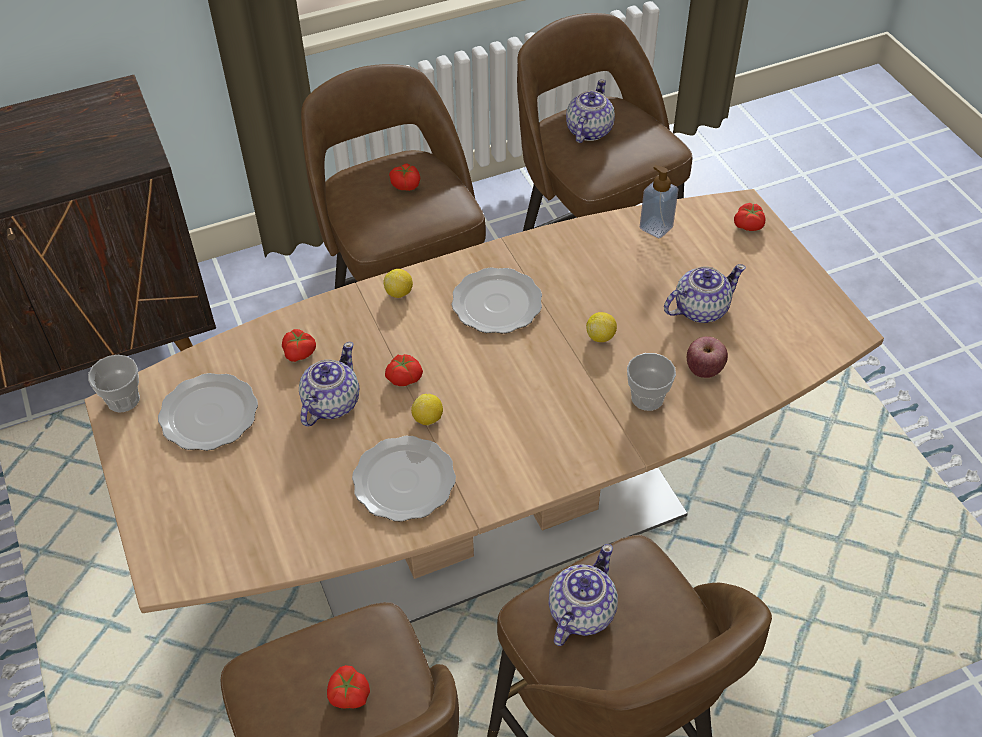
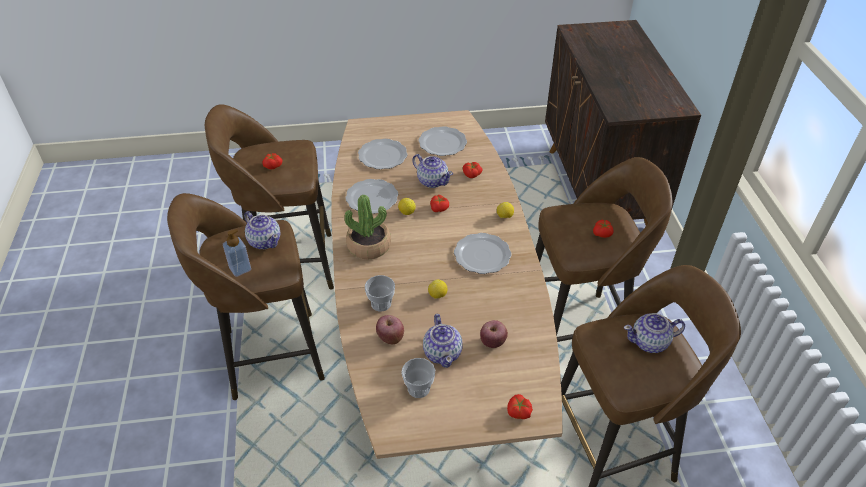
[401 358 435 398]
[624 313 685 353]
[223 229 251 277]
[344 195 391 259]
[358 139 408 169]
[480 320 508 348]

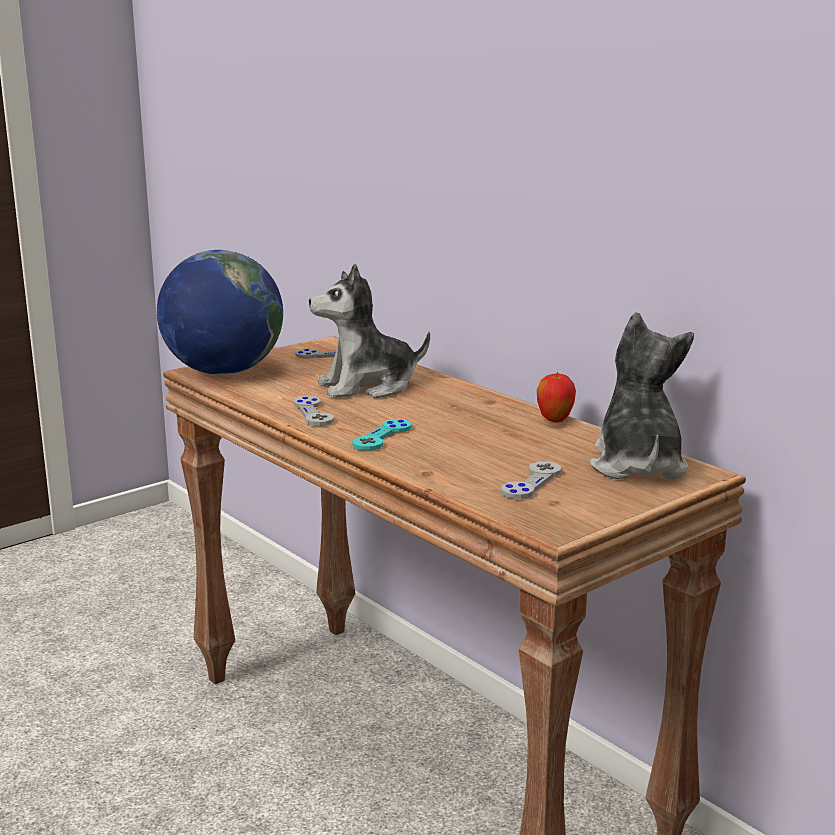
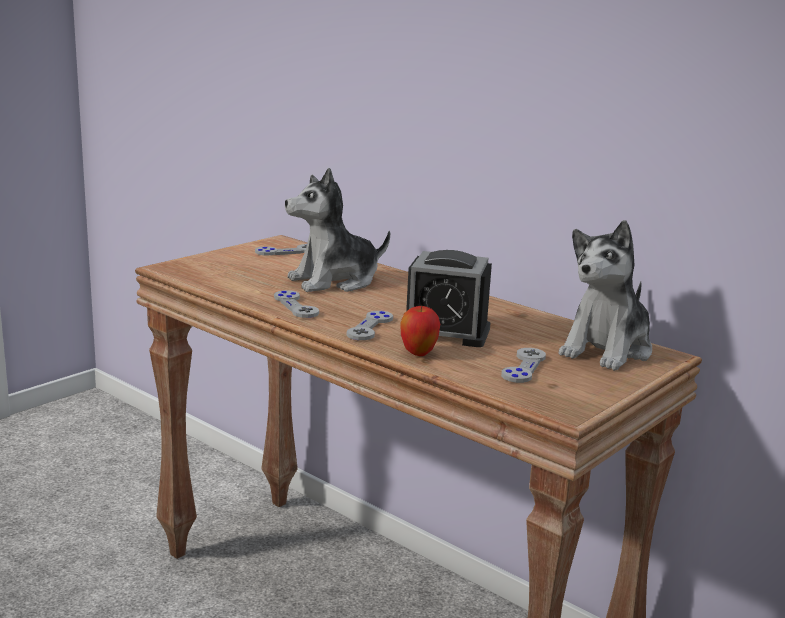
[157 250 283 375] (first image)
[347 311 393 340]
[400 305 440 356]
[558 220 652 371]
[406 250 492 347]

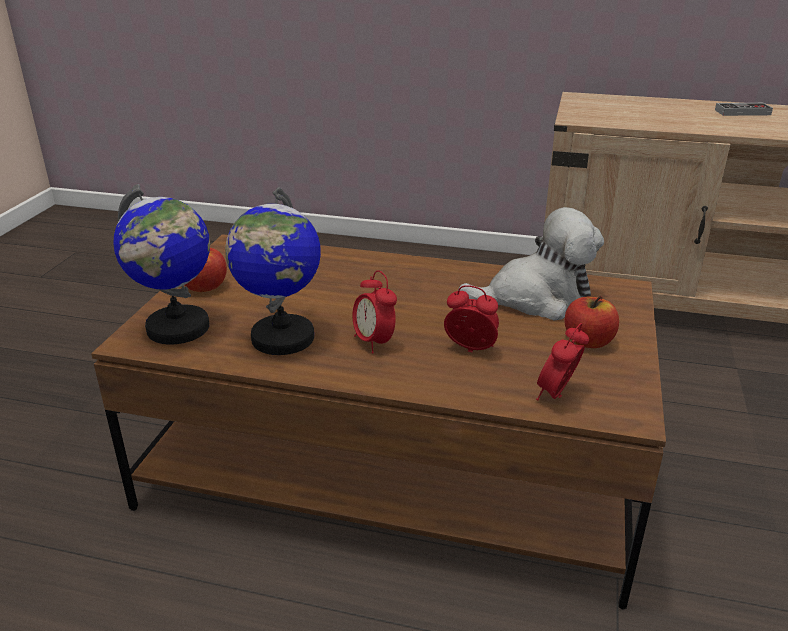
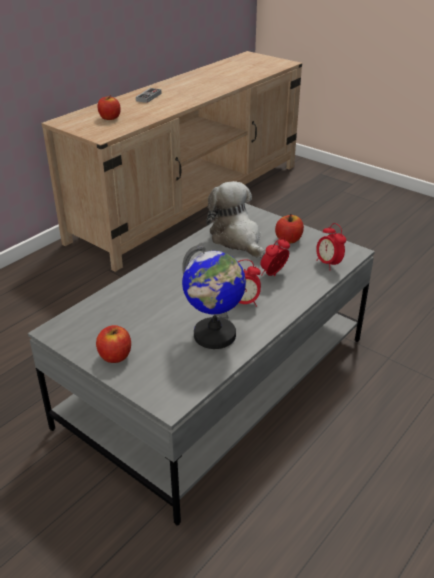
[28 203 375 525]
[113 184 210 344] (first image)
[206 181 265 258]
[98 95 121 120]

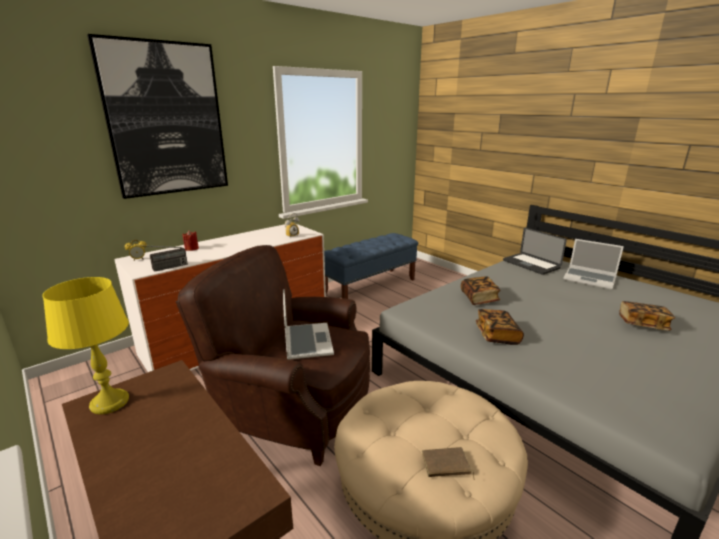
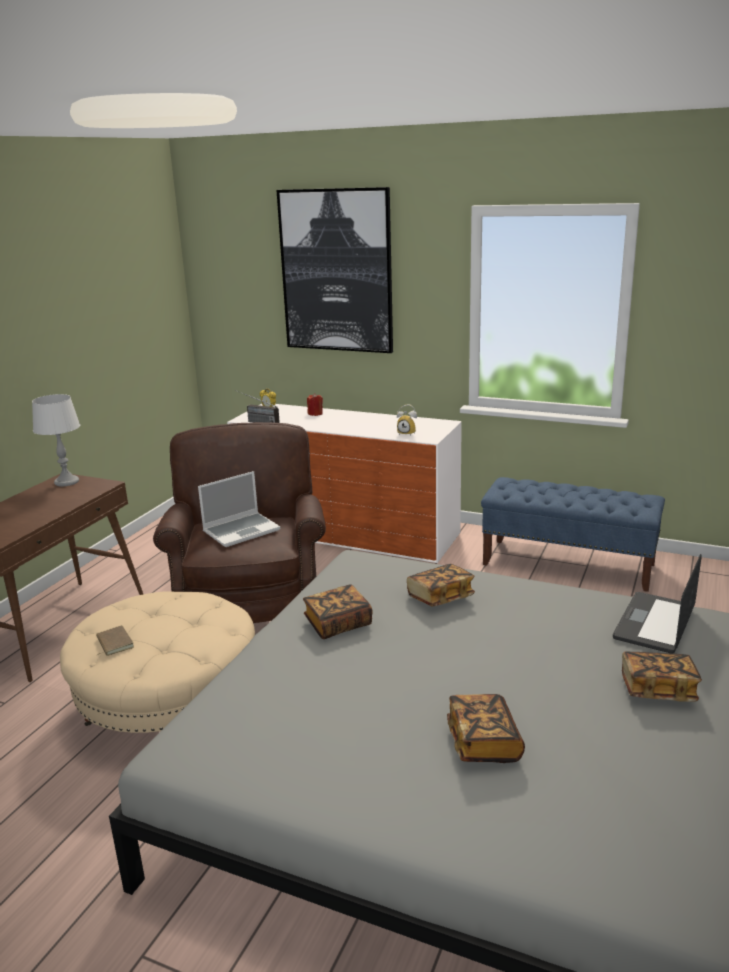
[32 394 80 486]
[622 651 702 702]

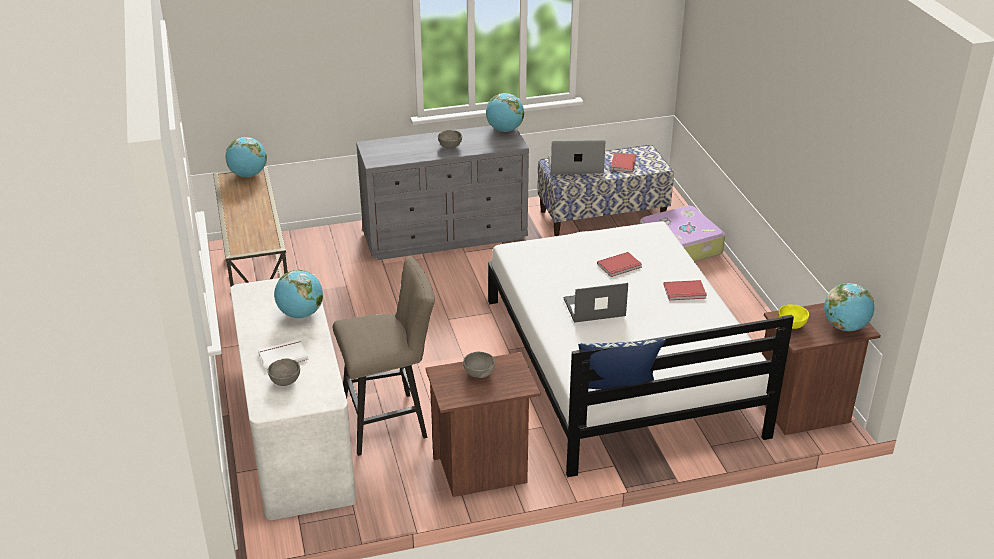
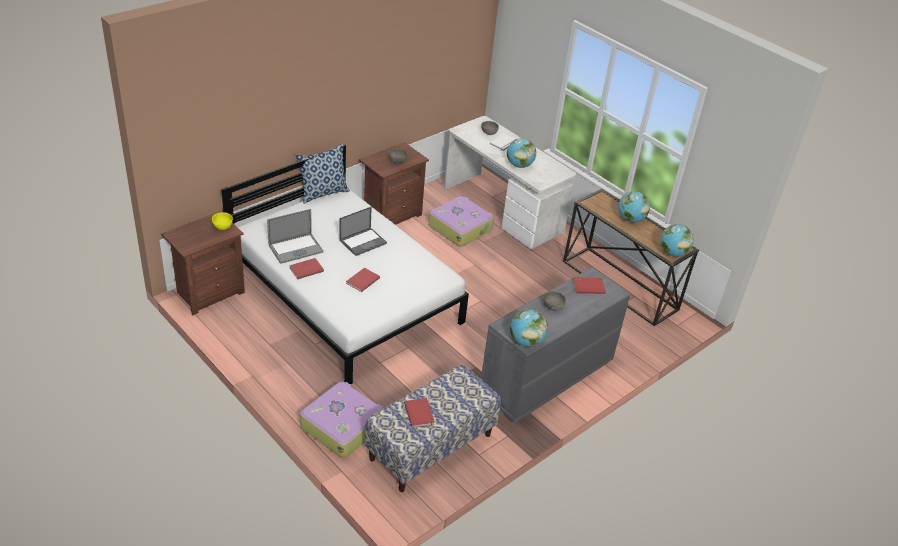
[428 196 494 247]
[267 209 324 264]
[618 191 650 223]
[573 277 606 294]

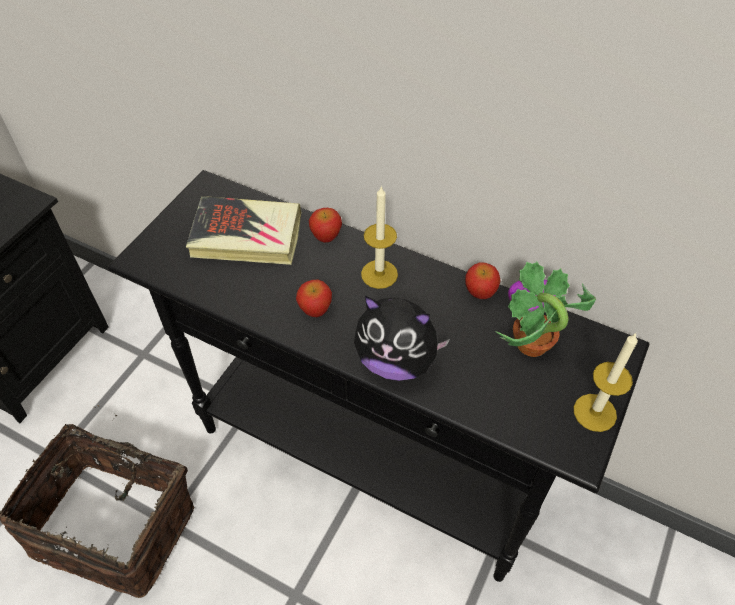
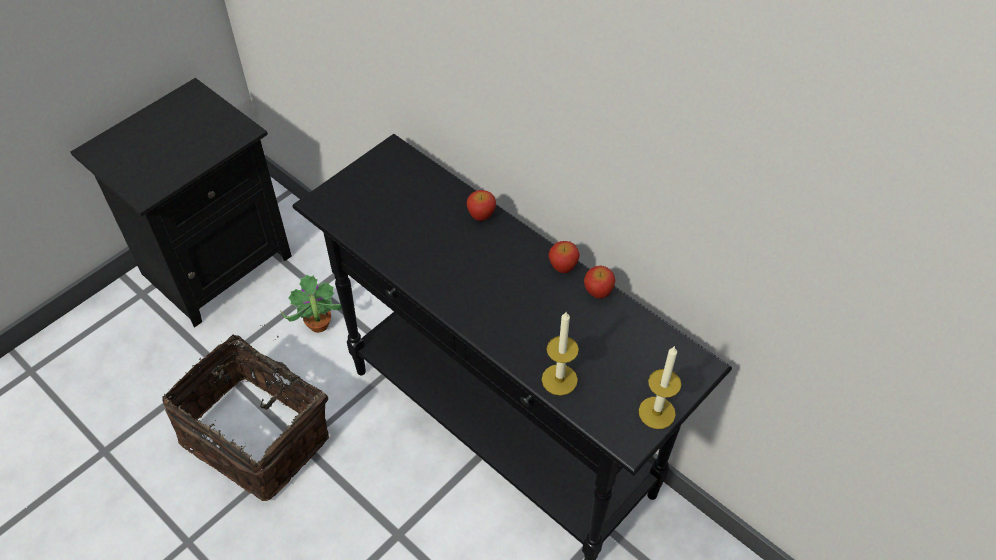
[186 196 302 265] (first image)
[548 241 580 273]
[354 296 450 381] (first image)
[542 312 579 396]
[280 275 342 333]

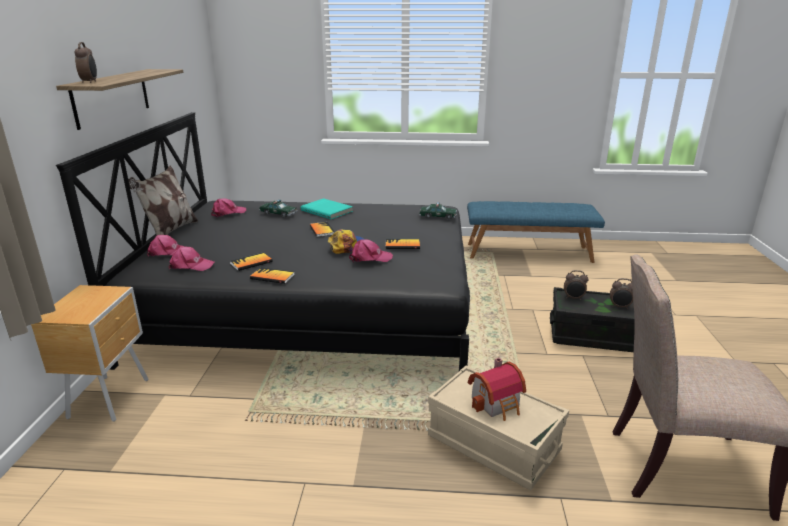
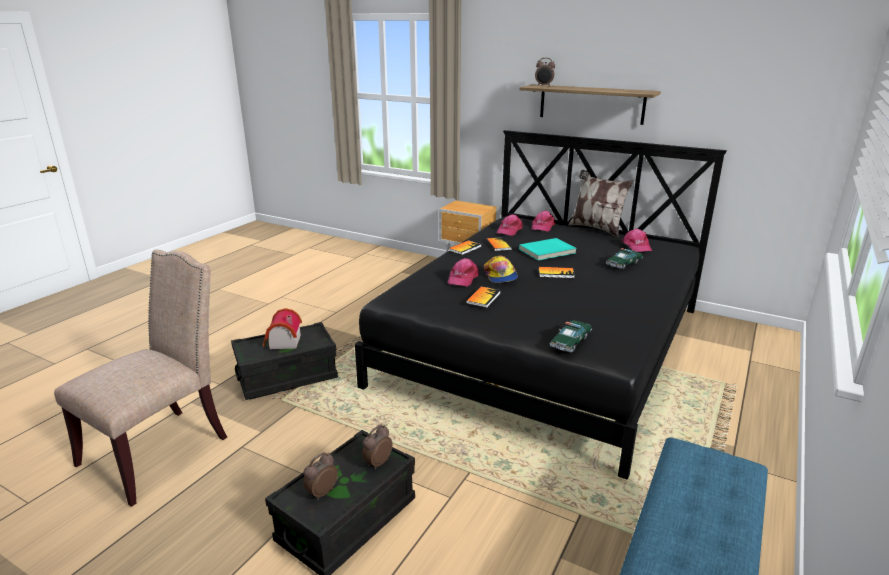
[519 238 577 261]
[231 322 338 400]

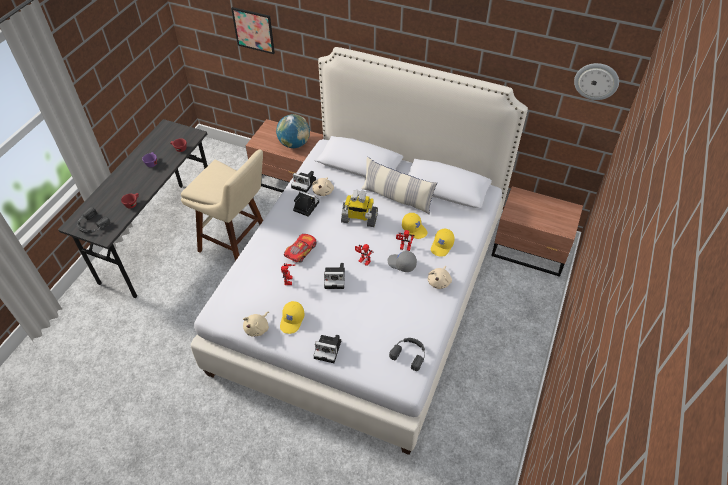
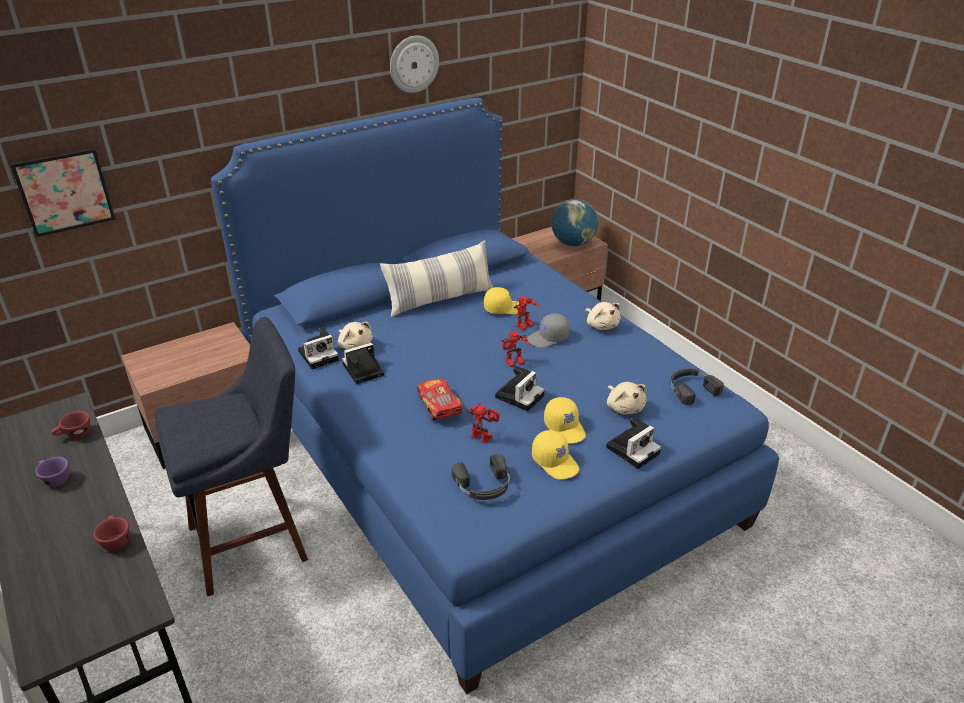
[451 454 510 500]
[154 317 308 597]
[211 98 779 695]
[607 382 647 414]
[552 199 598 246]
[341 190 378 227] (first image)
[544 397 586 444]
[390 35 439 93]

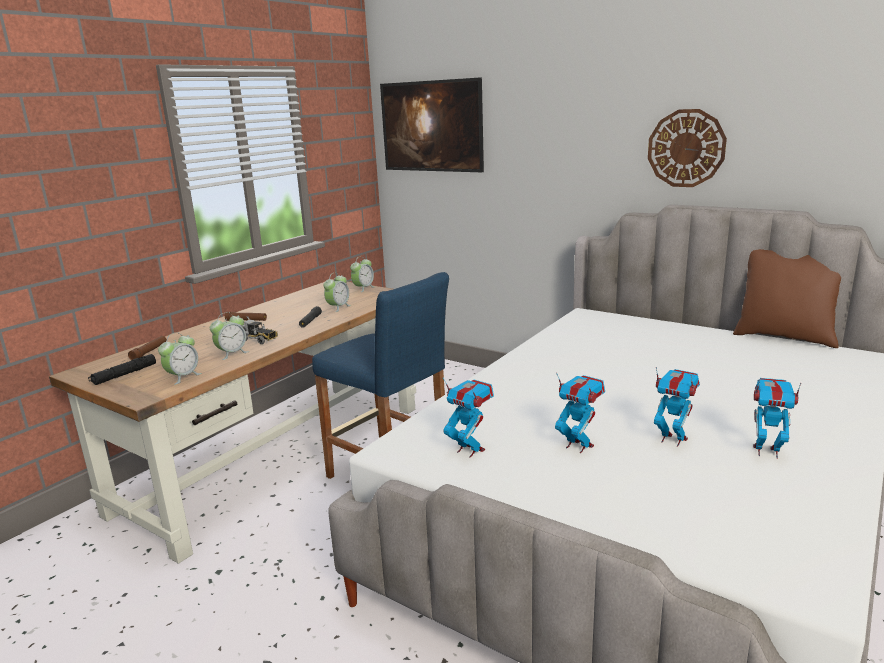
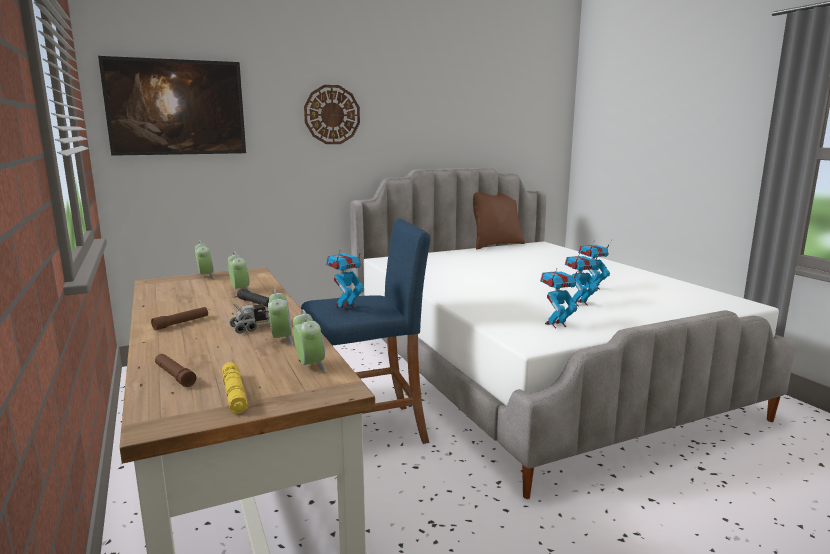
[222 362 248 414]
[304 85 360 144]
[326 248 364 310]

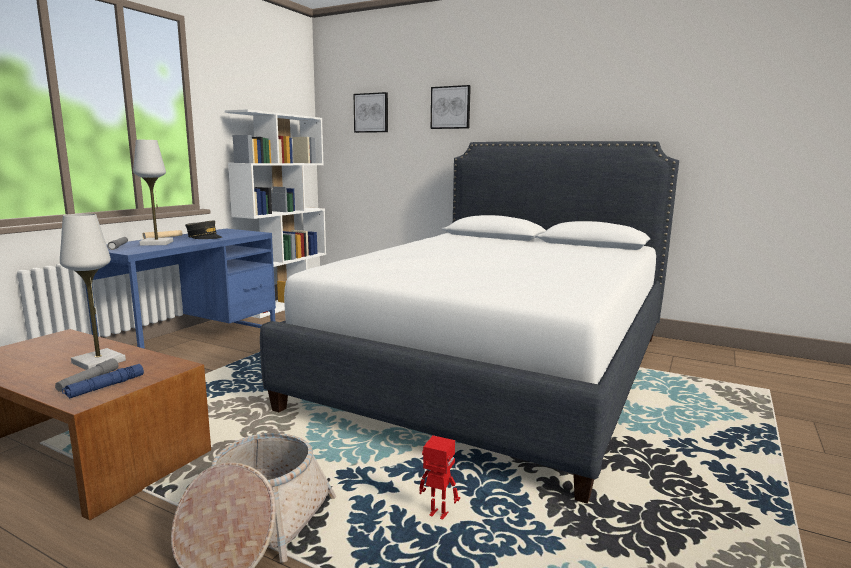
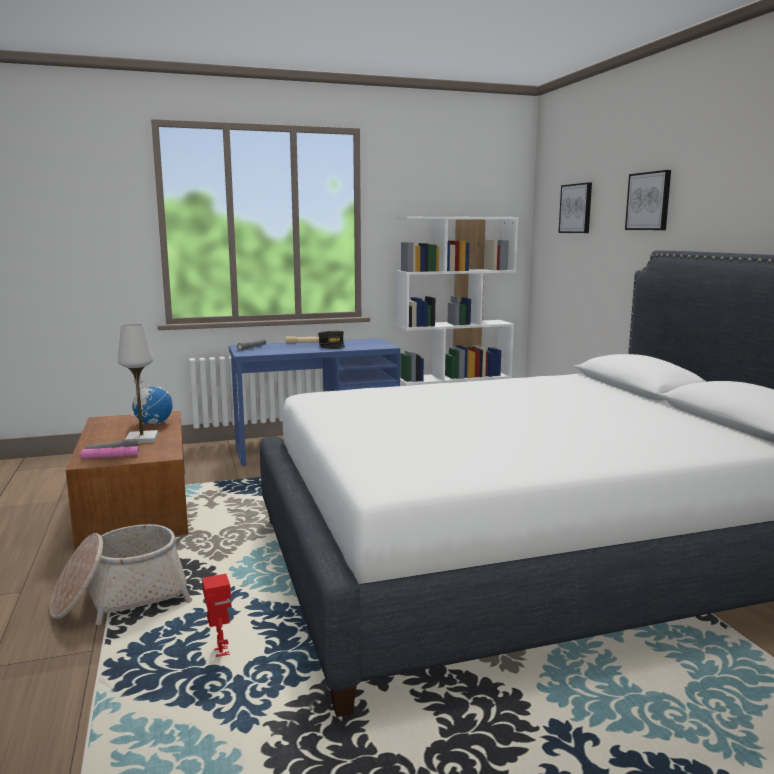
[79 446 139 459]
[133 140 173 246] (first image)
[130 376 173 424]

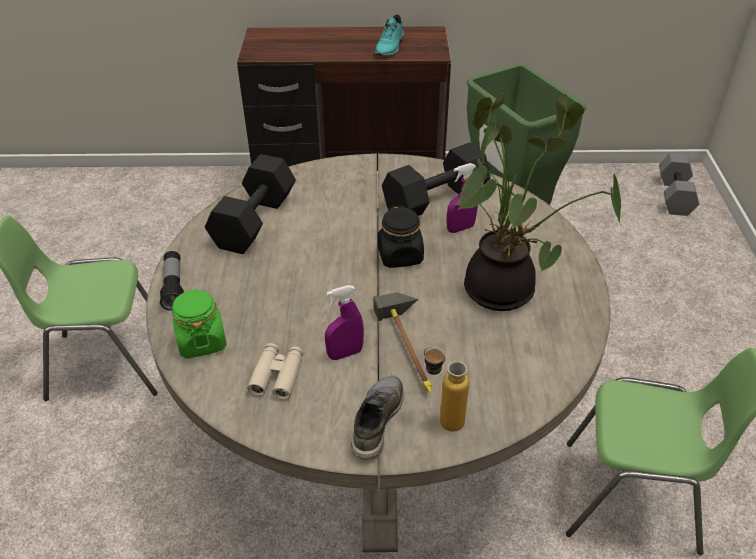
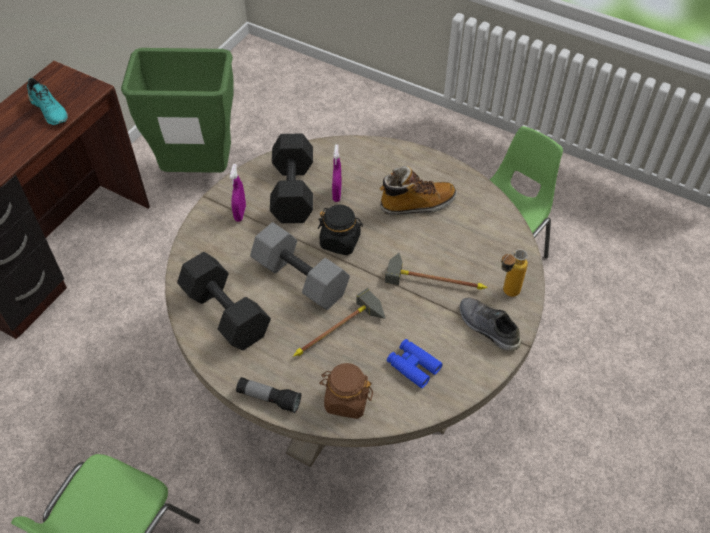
[319 363 373 419]
[387 339 443 388]
[230 164 246 222]
[380 166 456 215]
[250 222 350 310]
[293 288 386 356]

